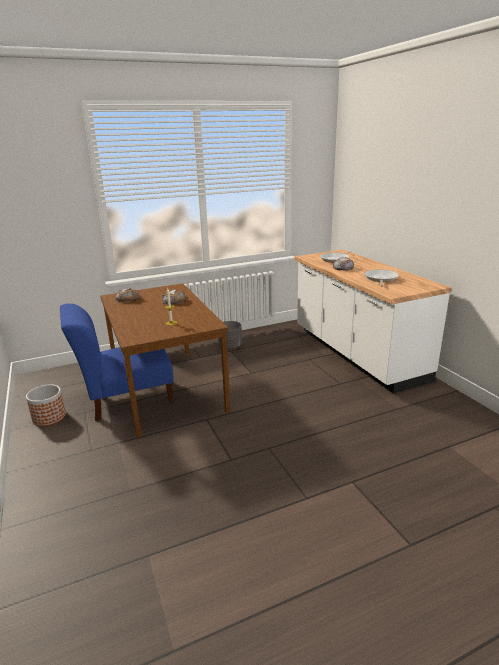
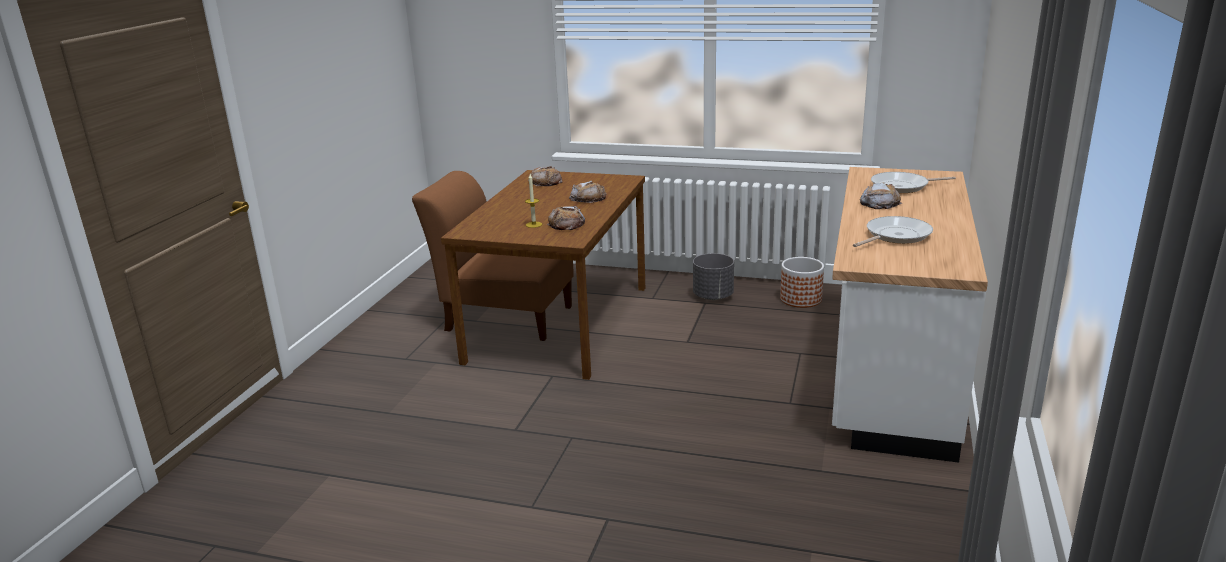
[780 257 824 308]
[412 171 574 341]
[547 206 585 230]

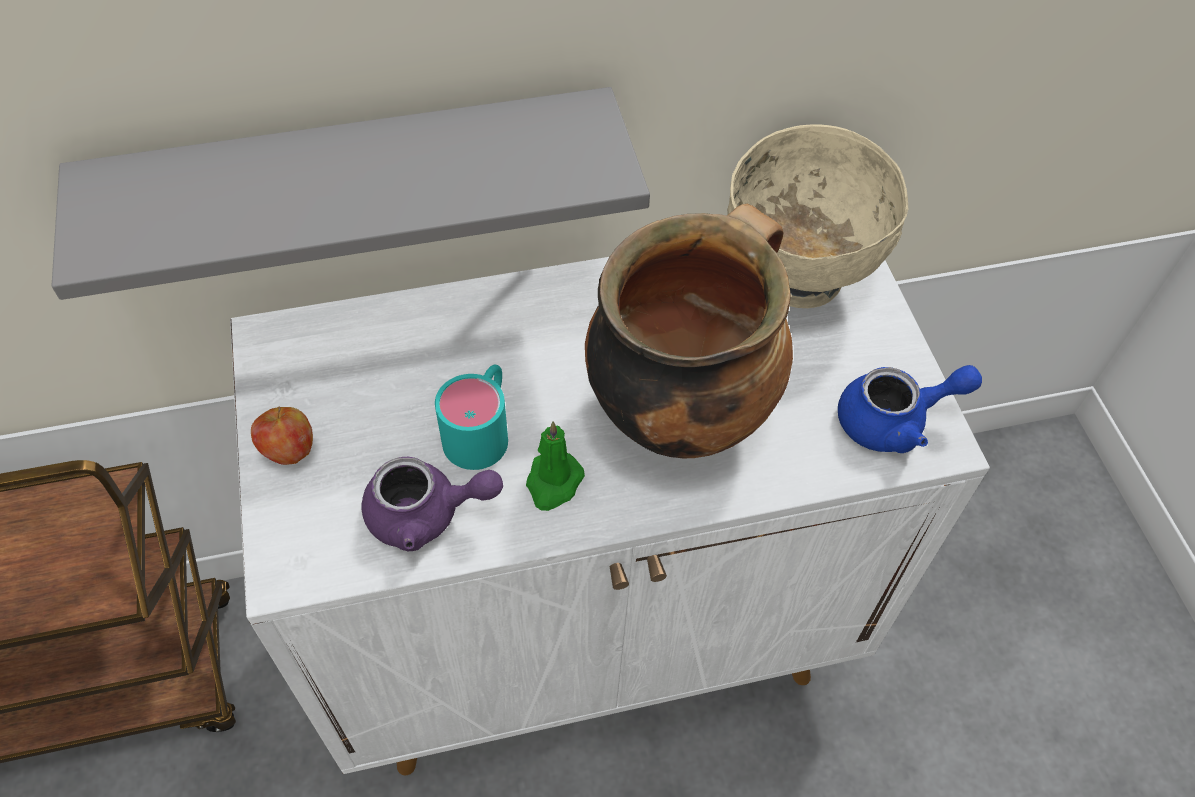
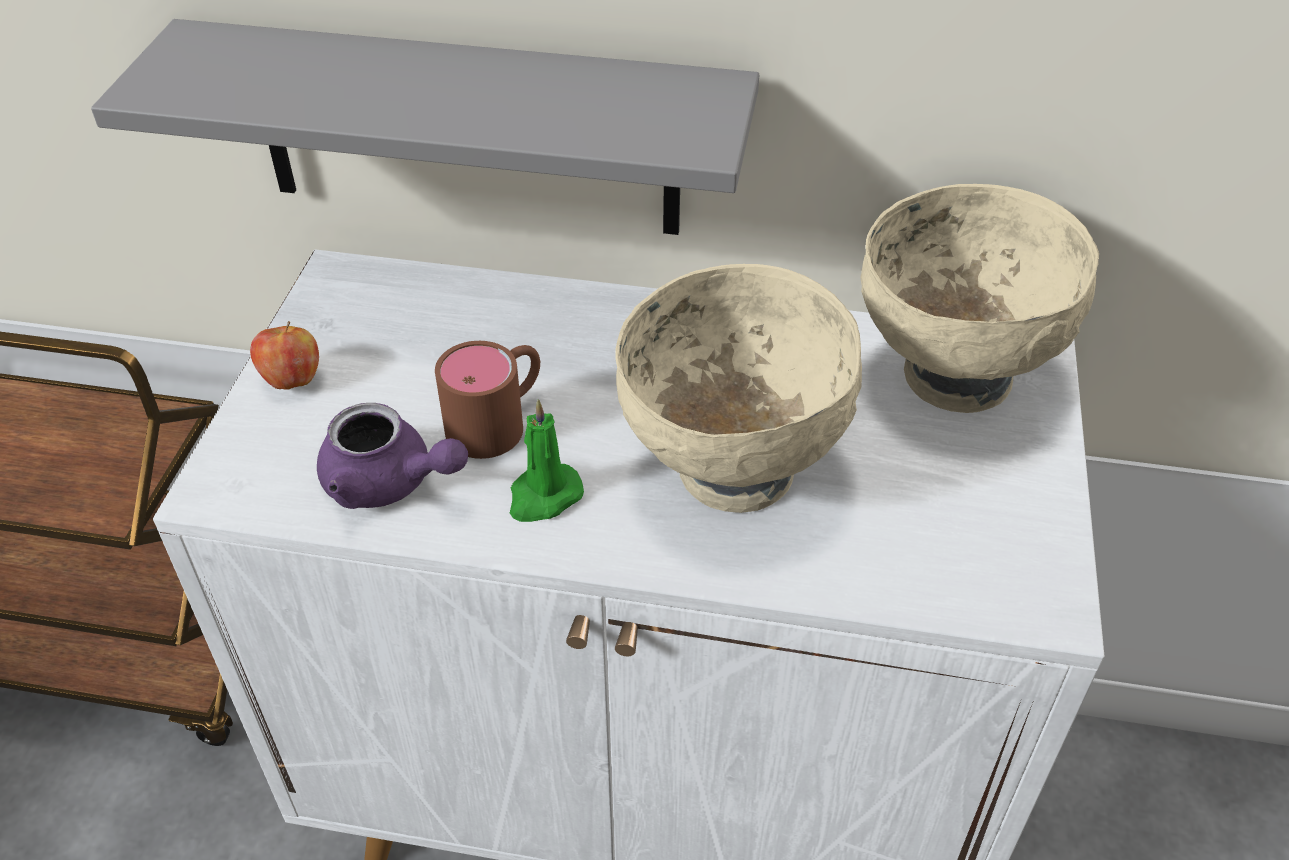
[435 341 540 459]
[615 264 862 513]
[838 365 982 453] (first image)

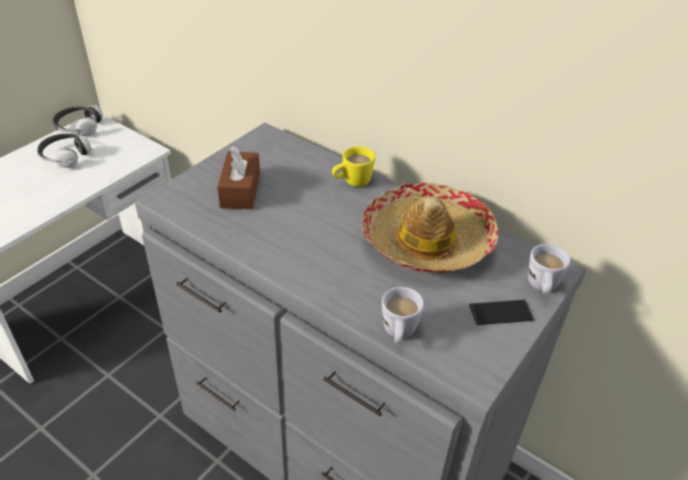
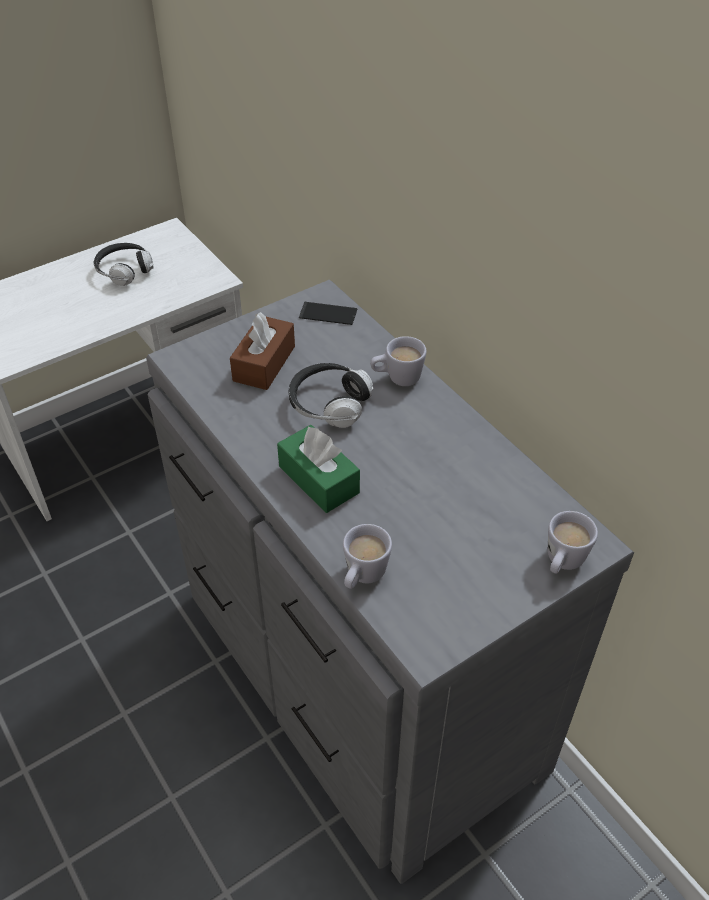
[289 363 373 428]
[370 336 427 386]
[362 183 498 273] (first image)
[299 302 358 325]
[277 425 360 513]

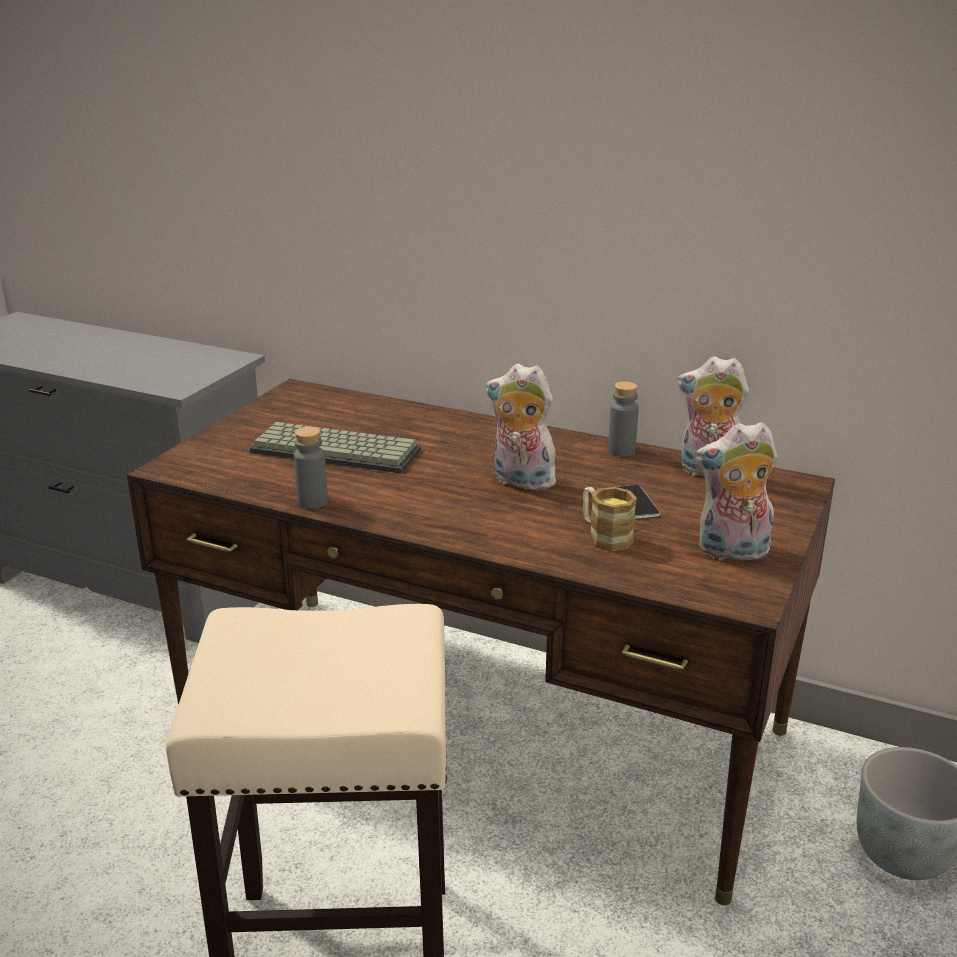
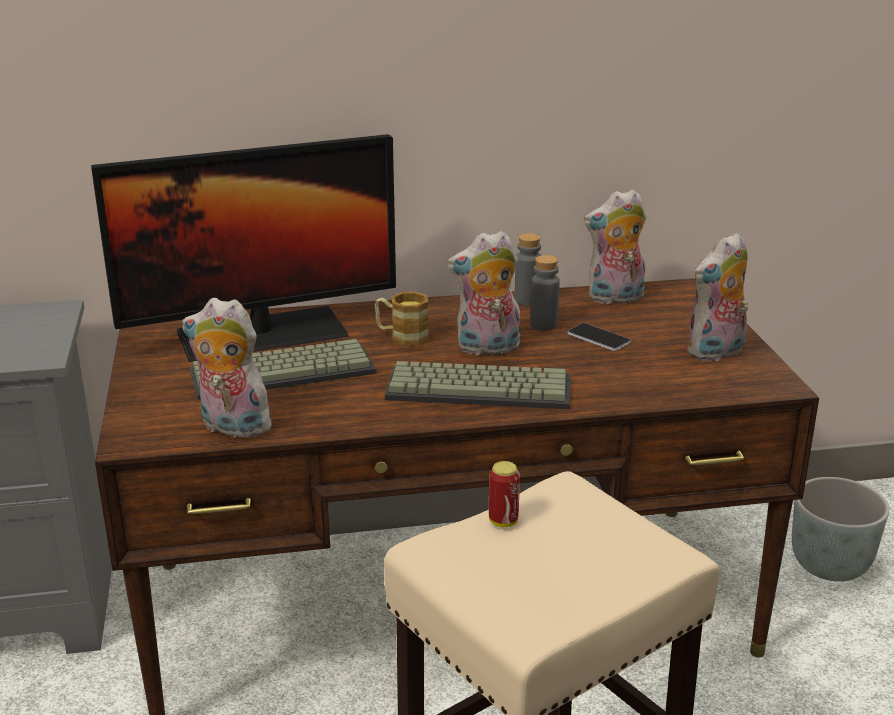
[530 255 560 331]
[375 292 429 347]
[91 134 396 362]
[182 298 275 438]
[385 361 571 409]
[489 461 520 527]

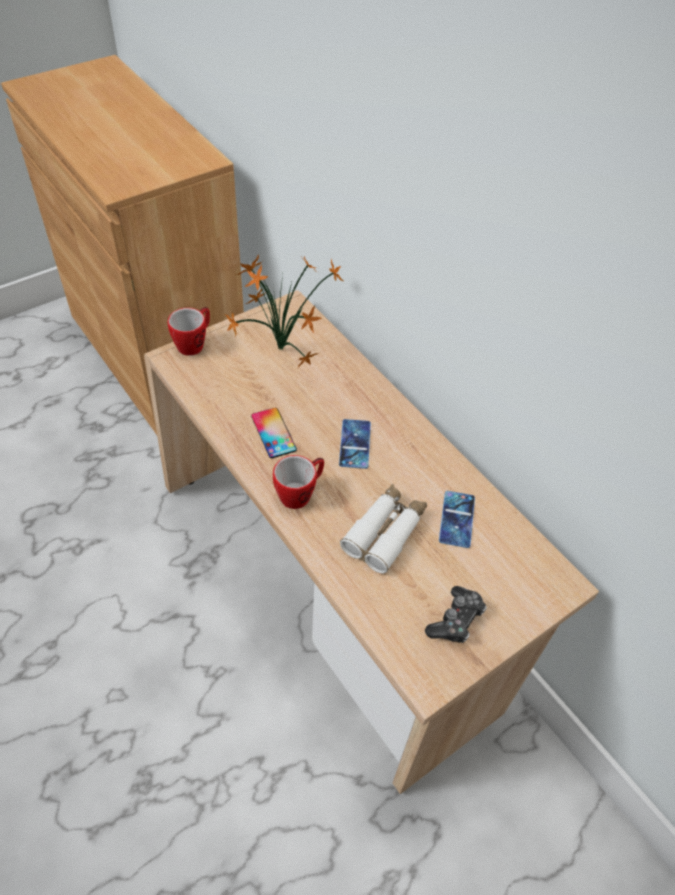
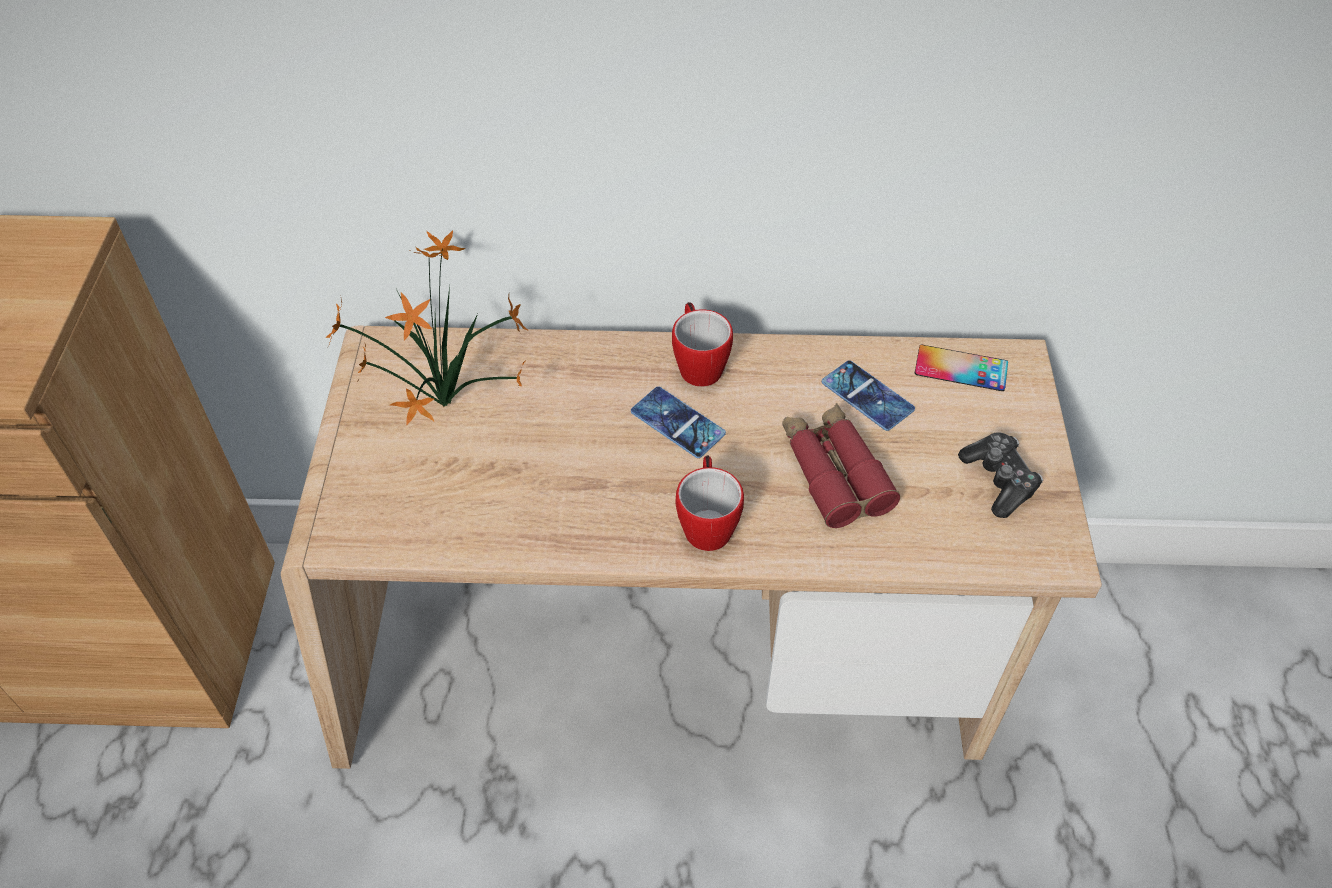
[672 302 733 387]
[915 345 1008 391]
[782 403 901 528]

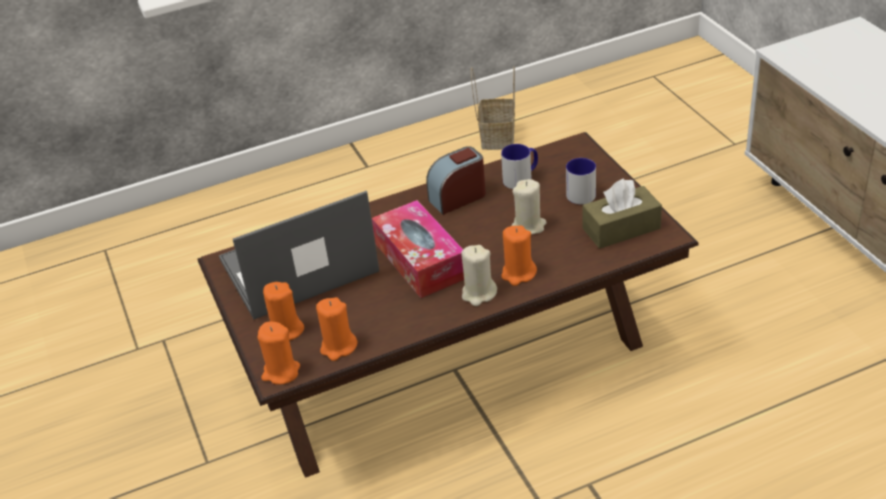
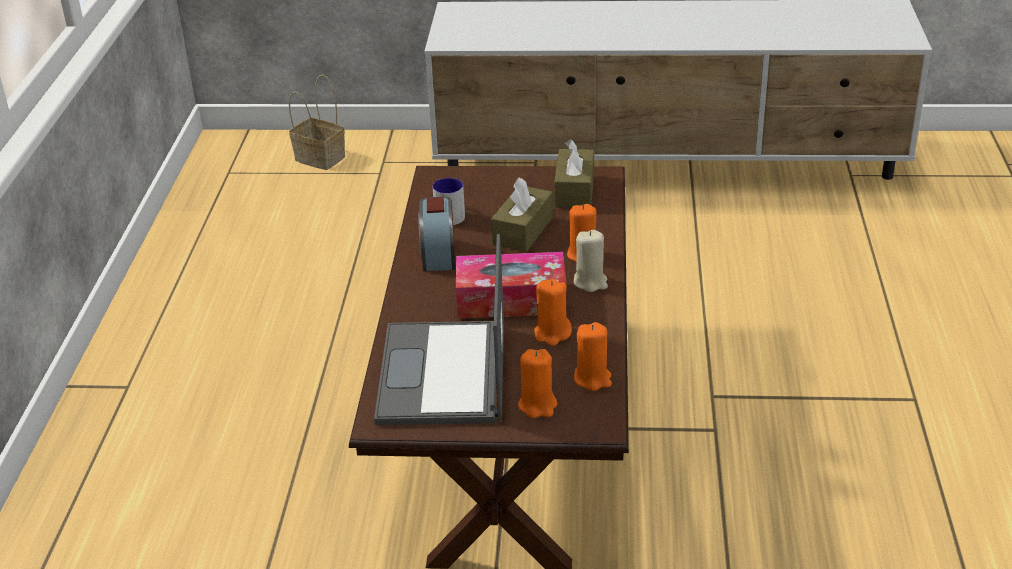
[534 279 572 346]
[289 75 345 170]
[491 178 553 252]
[566 158 596 204] (first image)

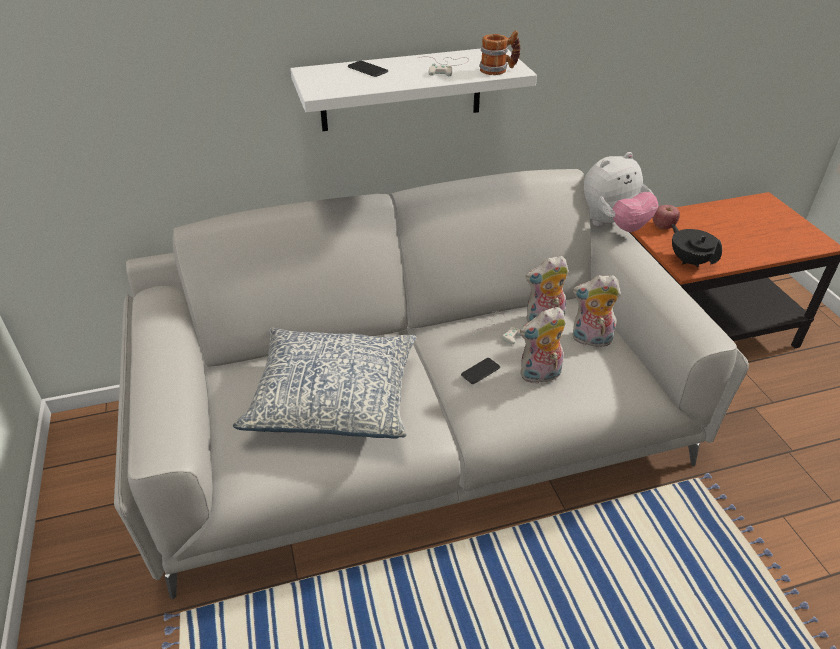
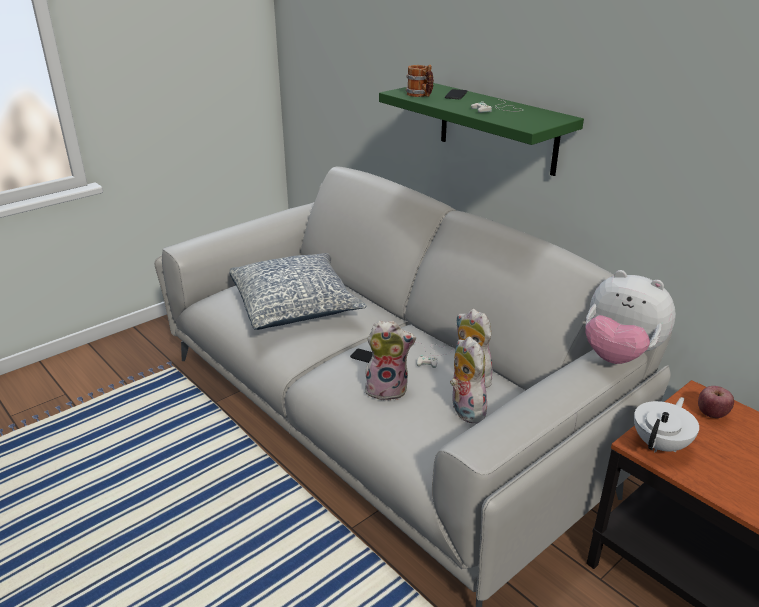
[379 83 584 176]
[406 65 434 97]
[365 320 416 401]
[634 397 699 453]

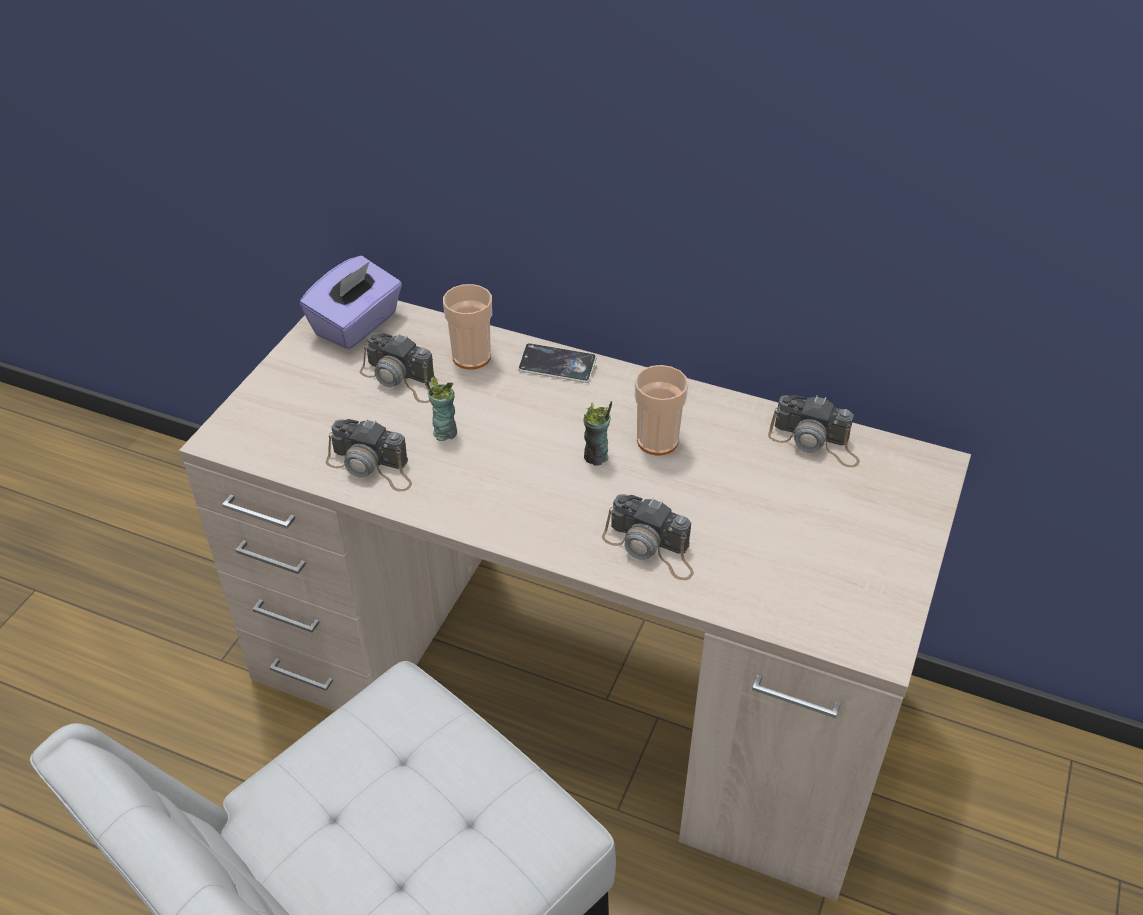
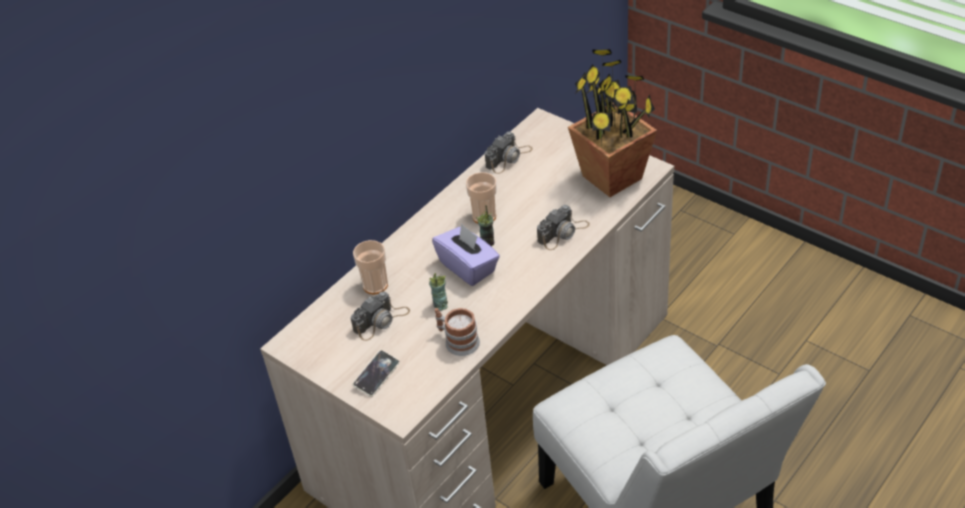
[432 223 500 286]
[435 308 480 356]
[353 350 400 397]
[568 49 657 197]

